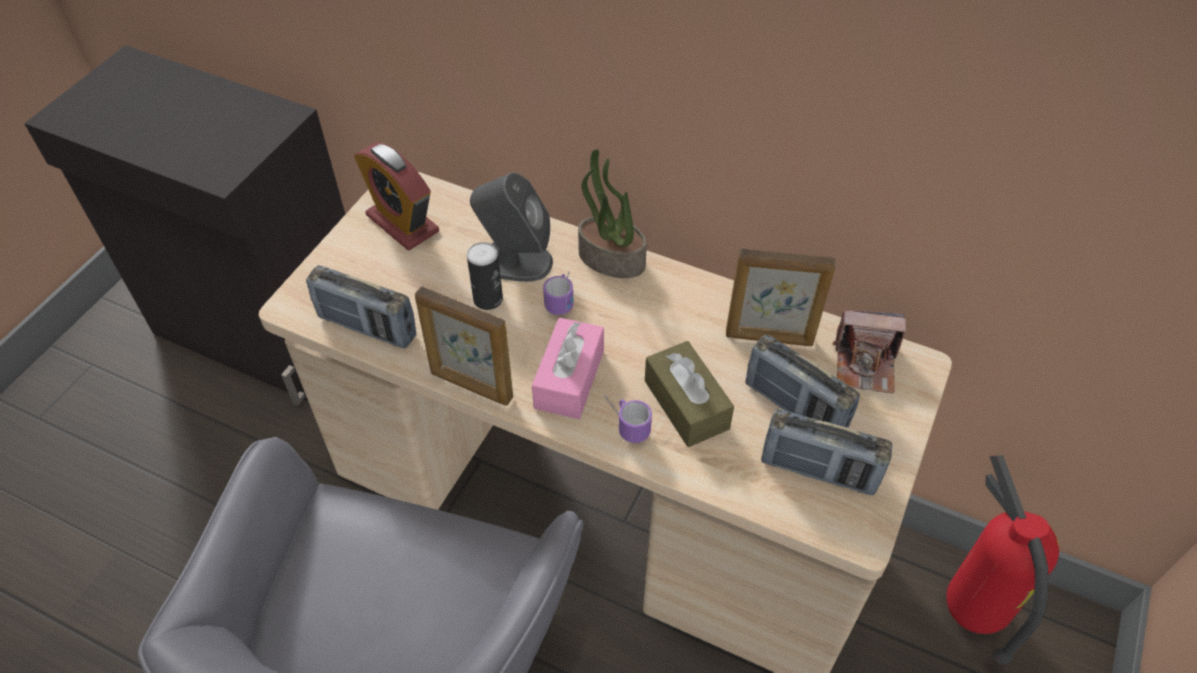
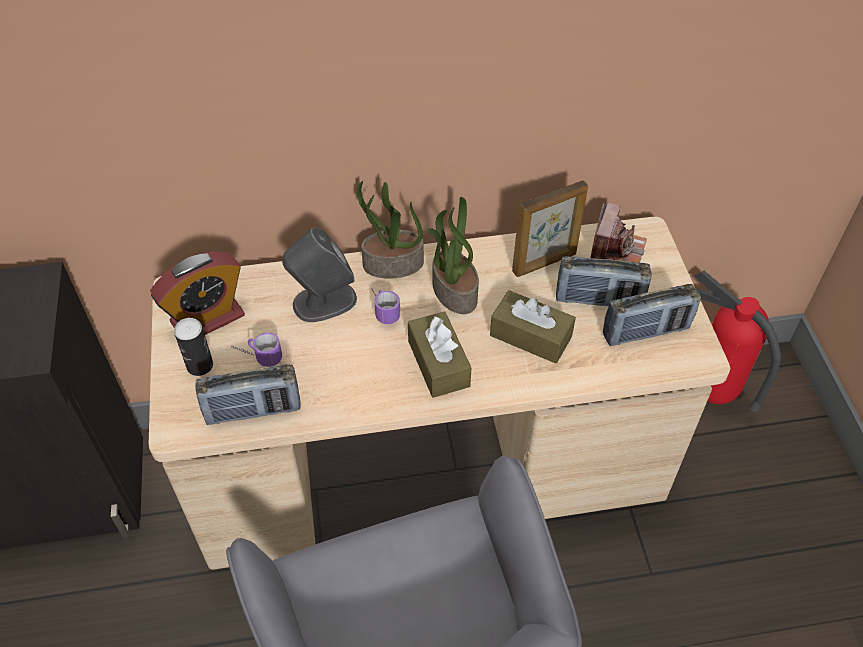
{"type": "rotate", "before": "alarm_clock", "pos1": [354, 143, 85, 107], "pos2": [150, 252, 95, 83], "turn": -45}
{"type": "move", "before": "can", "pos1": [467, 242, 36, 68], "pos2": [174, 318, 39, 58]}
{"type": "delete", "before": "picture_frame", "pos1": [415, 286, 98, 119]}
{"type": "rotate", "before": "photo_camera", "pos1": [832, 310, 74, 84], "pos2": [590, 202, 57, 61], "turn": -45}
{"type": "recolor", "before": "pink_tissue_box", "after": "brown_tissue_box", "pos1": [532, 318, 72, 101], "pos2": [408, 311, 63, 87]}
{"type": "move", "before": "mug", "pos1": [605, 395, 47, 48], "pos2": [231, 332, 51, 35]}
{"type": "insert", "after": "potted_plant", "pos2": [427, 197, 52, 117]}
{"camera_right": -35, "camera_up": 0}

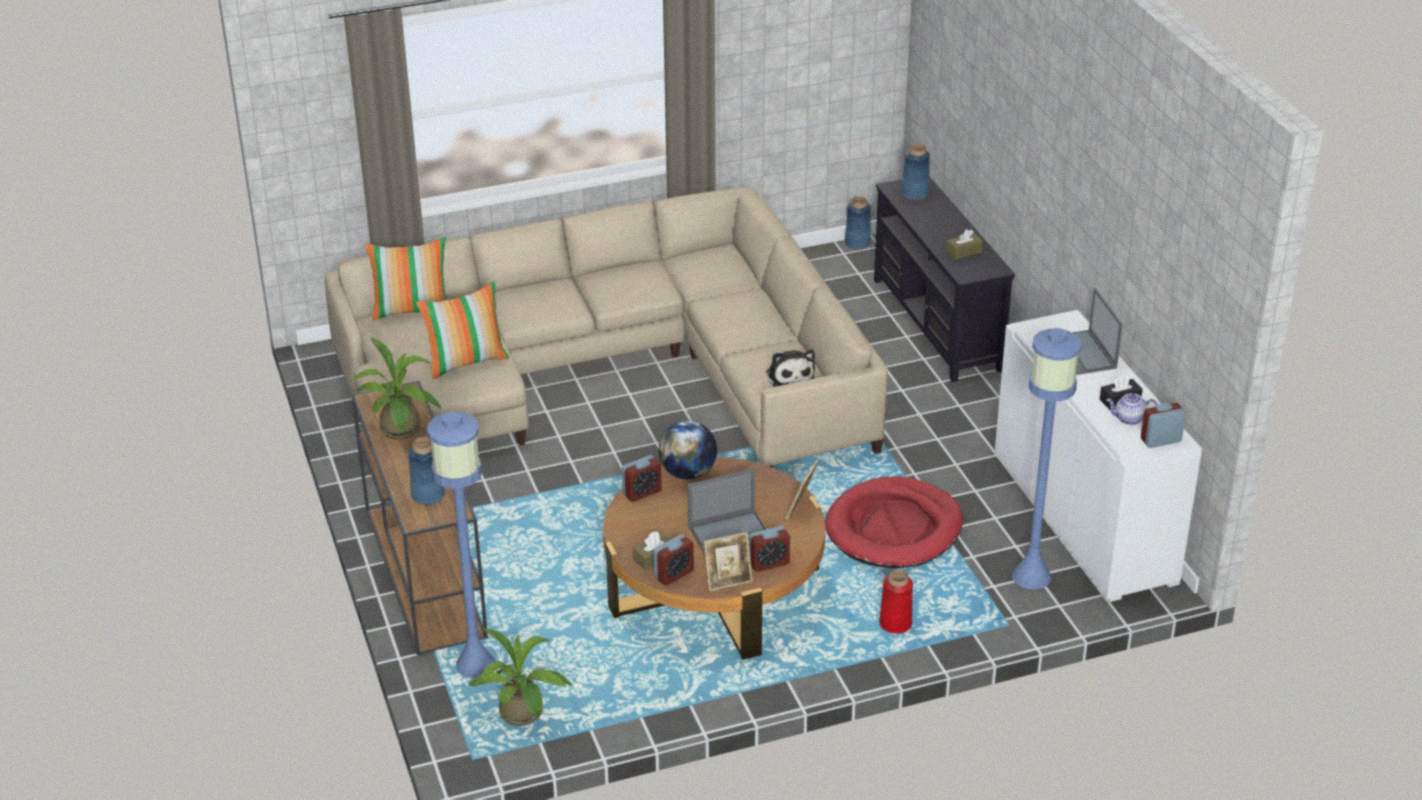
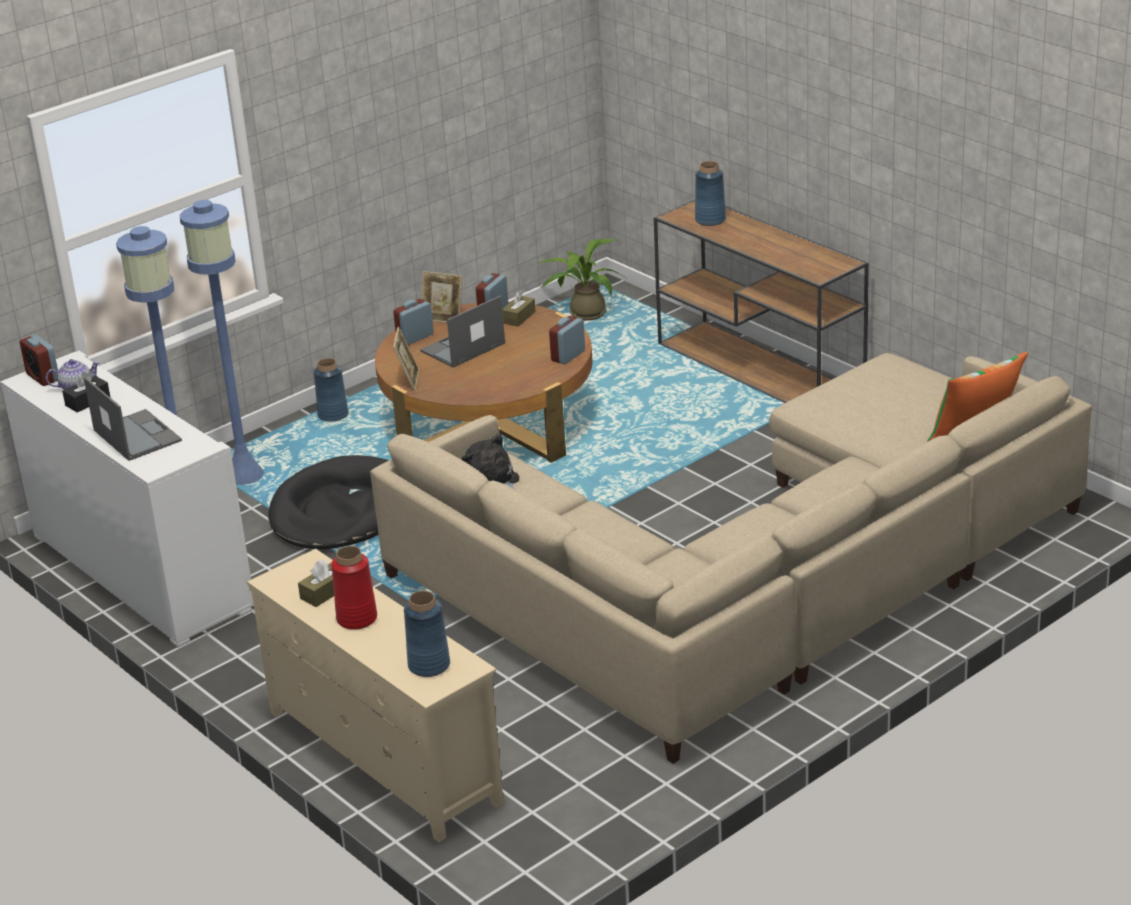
{"type": "recolor", "before": "black_tv_stand", "after": "beige_tv_stand", "pos1": [874, 176, 141, 206], "pos2": [247, 549, 256, 293]}
{"type": "move", "before": "blue_vase", "pos1": [845, 197, 26, 52], "pos2": [314, 358, 35, 64]}
{"type": "delete", "before": "pillow", "pos1": [416, 281, 93, 98]}
{"type": "delete", "before": "potted_plant", "pos1": [352, 337, 89, 102]}
{"type": "rotate", "before": "alarm_clock", "pos1": [1141, 403, 45, 45], "pos2": [20, 335, 38, 51], "turn": 90}
{"type": "move", "before": "blue_floor_lamp", "pos1": [427, 412, 68, 266], "pos2": [180, 200, 84, 285]}
{"type": "delete", "before": "globe", "pos1": [658, 421, 59, 58]}
{"type": "recolor", "before": "red_dog_bed", "after": "black_dog_bed", "pos1": [825, 476, 138, 92], "pos2": [268, 455, 121, 94]}
{"type": "rotate", "before": "picture_frame", "pos1": [704, 532, 48, 59], "pos2": [421, 271, 41, 52], "turn": -120}
{"type": "move", "before": "red_vase", "pos1": [879, 569, 34, 65], "pos2": [331, 546, 46, 84]}
{"camera_right": 160, "camera_up": -5}

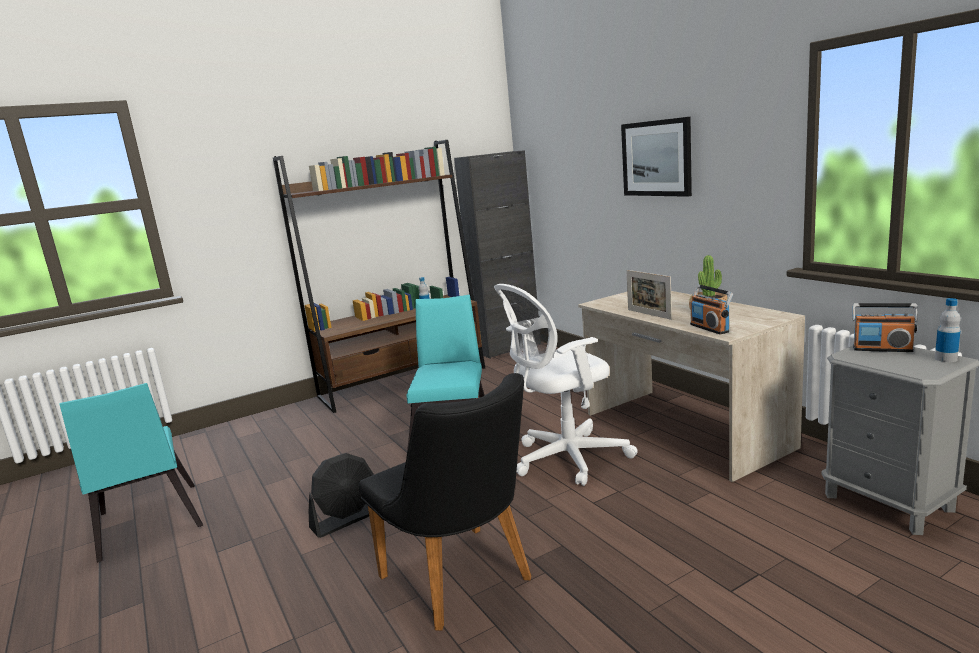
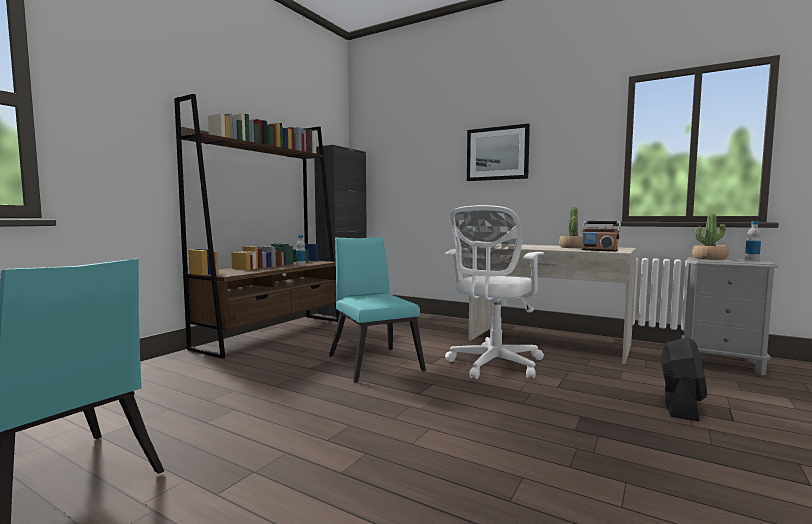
{"type": "delete", "before": "picture_frame", "pos1": [626, 270, 46, 50]}
{"type": "replace", "before": "radio", "after": "potted_plant", "pos1": [852, 303, 66, 49], "pos2": [692, 213, 37, 47]}
{"type": "delete", "before": "black_chair", "pos1": [359, 373, 172, 258]}
{"type": "move", "before": "black_fan", "pos1": [309, 453, 65, 85], "pos2": [660, 337, 47, 84]}
{"camera_right": -30, "camera_up": -10}

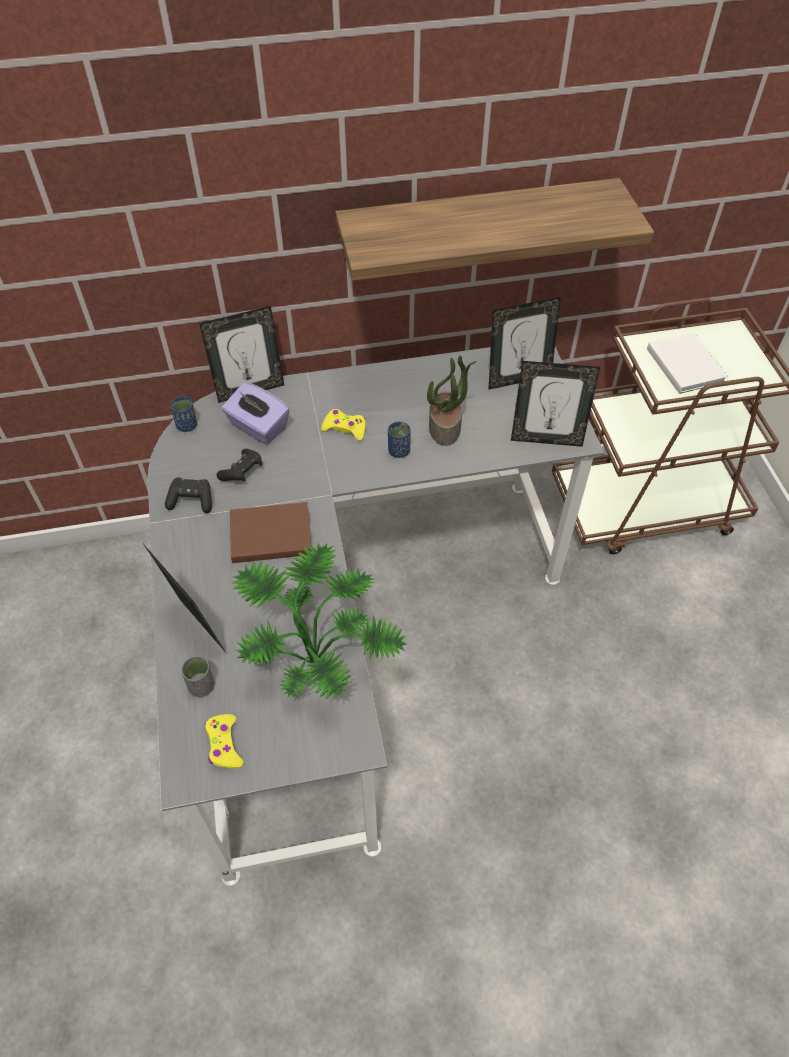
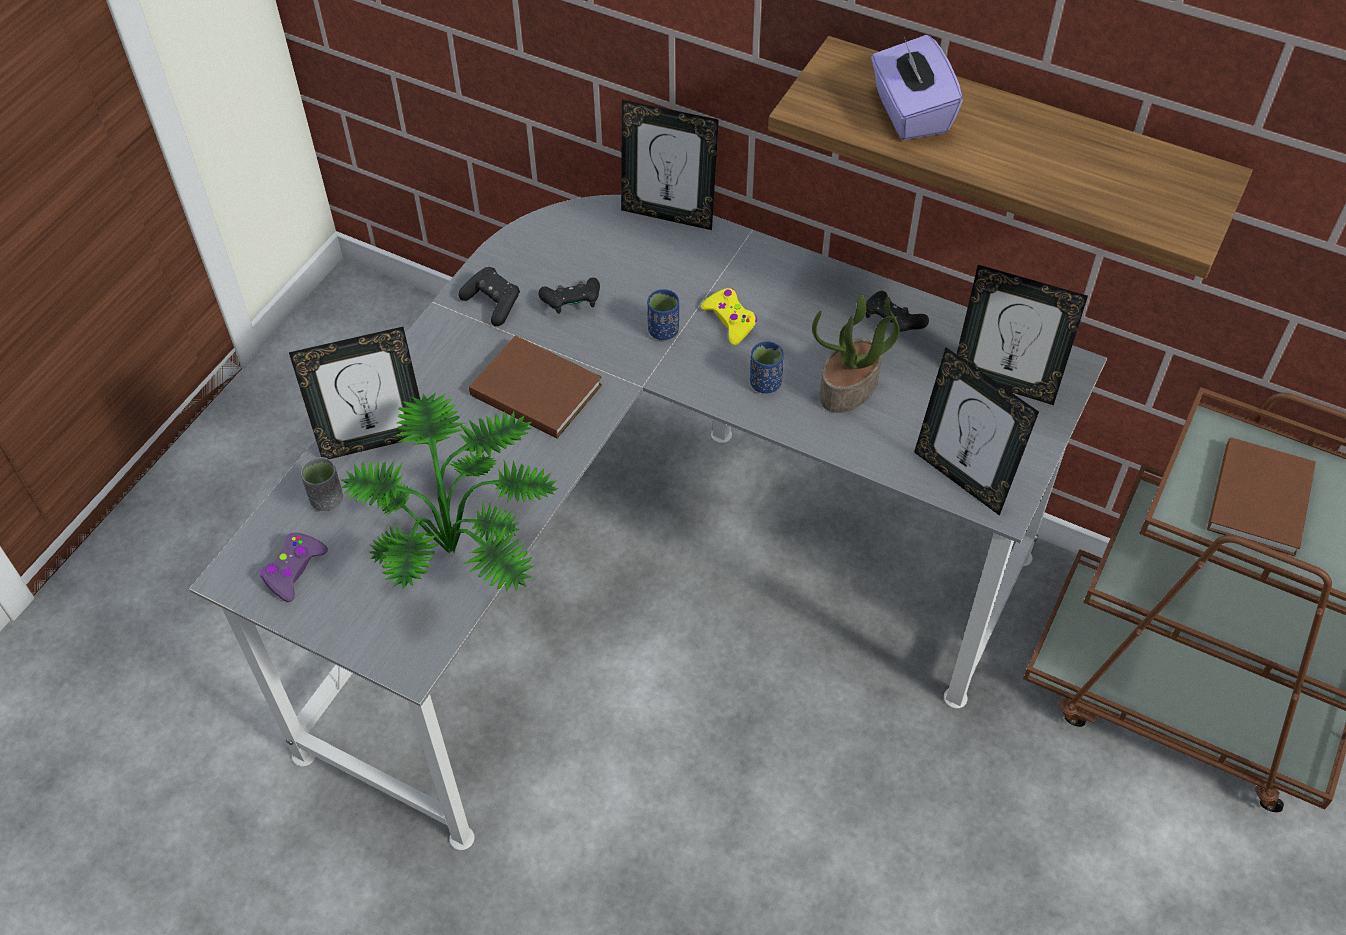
{"type": "recolor", "before": "white_book", "after": "brown_book", "pos1": [647, 333, 81, 61], "pos2": [1207, 437, 109, 119]}
{"type": "move", "before": "purple_tissue_box", "pos1": [222, 382, 68, 63], "pos2": [871, 35, 92, 105]}
{"type": "move", "before": "blue_cup", "pos1": [170, 396, 27, 36], "pos2": [647, 289, 32, 51]}
{"type": "rotate", "before": "picture_frame", "pos1": [144, 545, 83, 109], "pos2": [289, 327, 131, 132], "turn": 75}
{"type": "recolor", "before": "yellow_game_controller", "after": "purple_game_controller", "pos1": [205, 714, 38, 54], "pos2": [260, 533, 68, 69]}
{"type": "insert", "after": "black_game_controller", "pos2": [866, 291, 63, 40]}
{"camera_right": 40, "camera_up": 0}

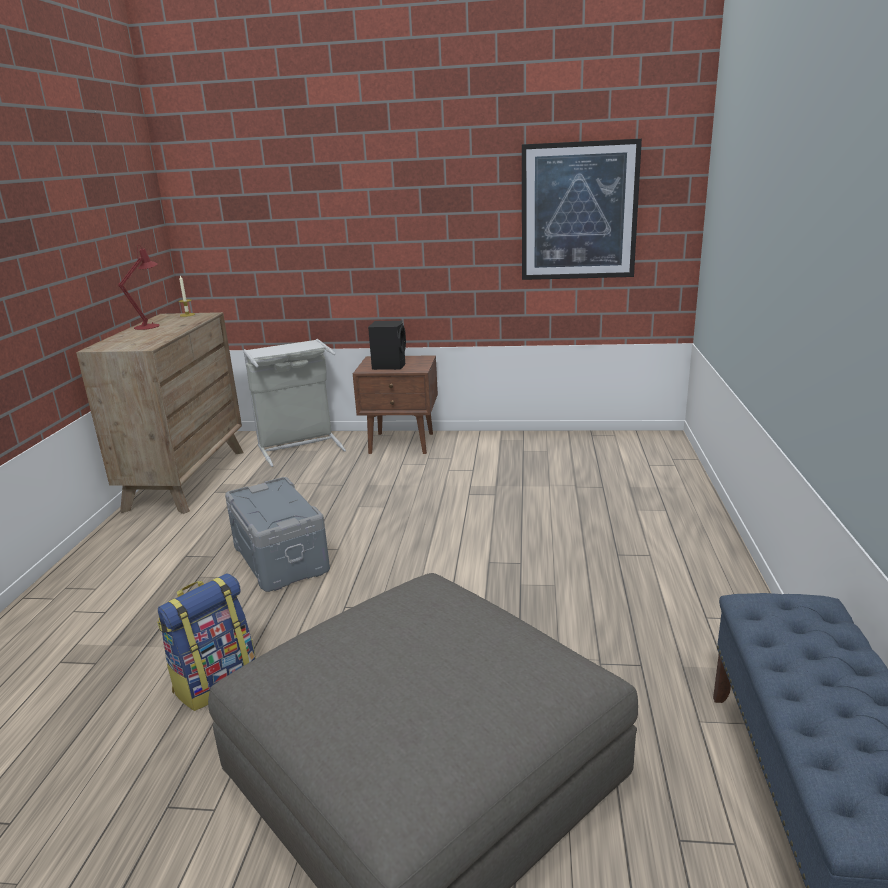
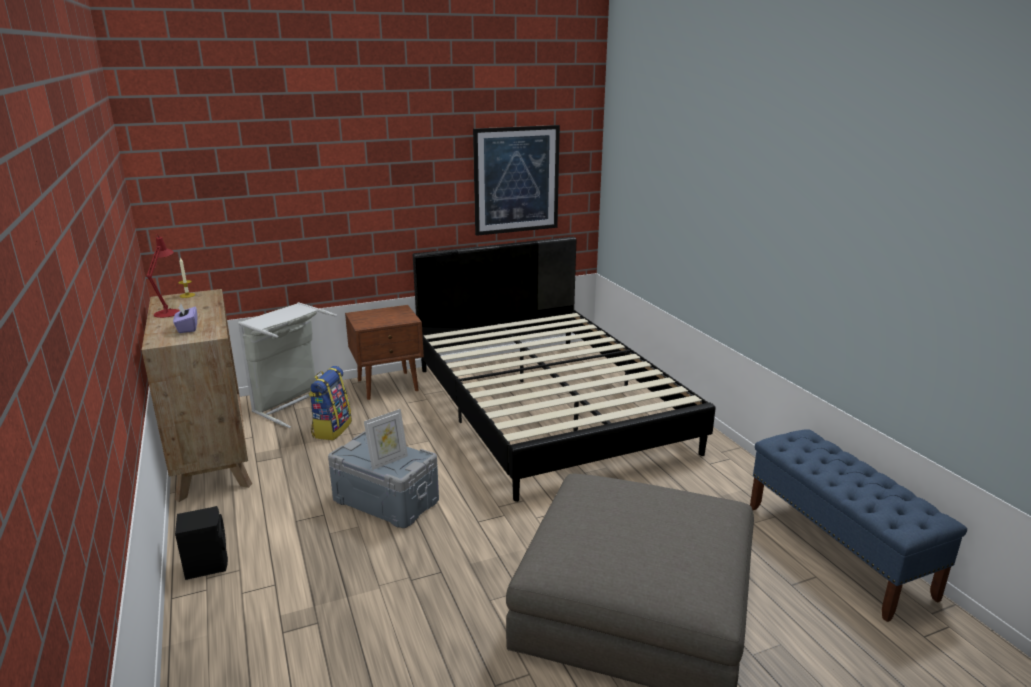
{"type": "move", "before": "black_speaker", "pos1": [368, 321, 38, 49], "pos2": [175, 506, 53, 74]}
{"type": "move", "before": "backpack", "pos1": [157, 573, 99, 138], "pos2": [309, 366, 43, 74]}
{"type": "insert", "after": "black_bed", "pos2": [413, 237, 303, 265]}
{"type": "insert", "after": "purple_tissue_box", "pos2": [173, 304, 24, 29]}
{"type": "insert", "after": "picture_frame", "pos2": [364, 409, 44, 61]}
{"camera_right": -30, "camera_up": 0}

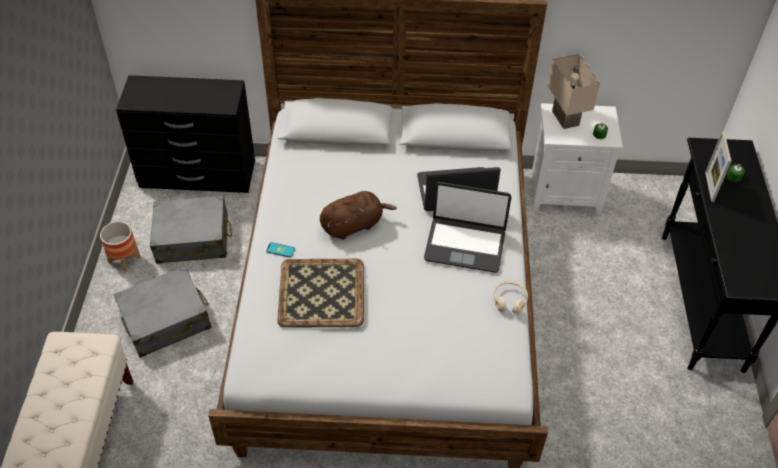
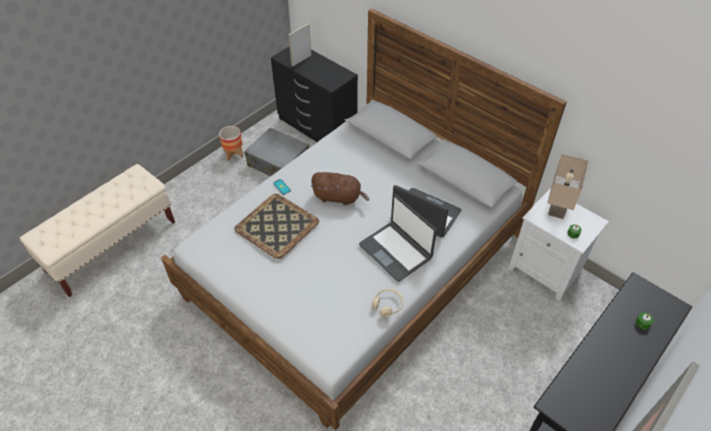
{"type": "move", "before": "picture_frame", "pos1": [705, 131, 26, 71], "pos2": [289, 23, 23, 44]}
{"type": "delete", "before": "grey_suitcase", "pos1": [114, 266, 98, 92]}
{"camera_right": 40, "camera_up": 0}

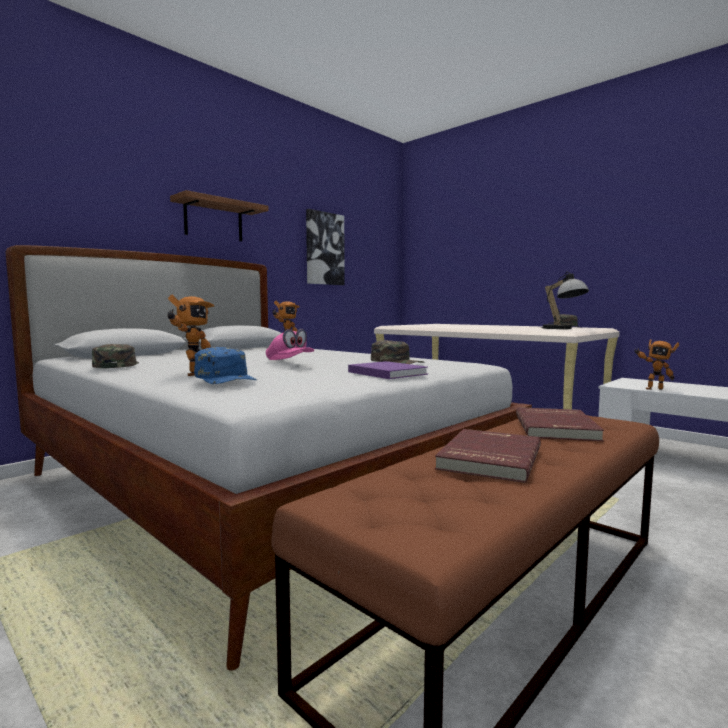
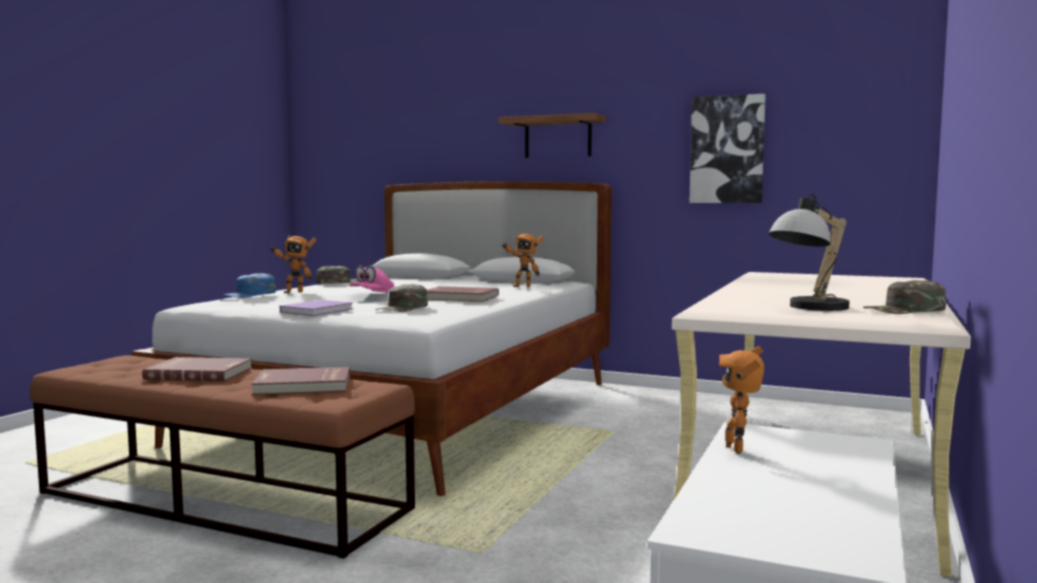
{"type": "insert", "after": "red_book", "pos2": [427, 286, 72, 16]}
{"camera_right": 70, "camera_up": 0}

